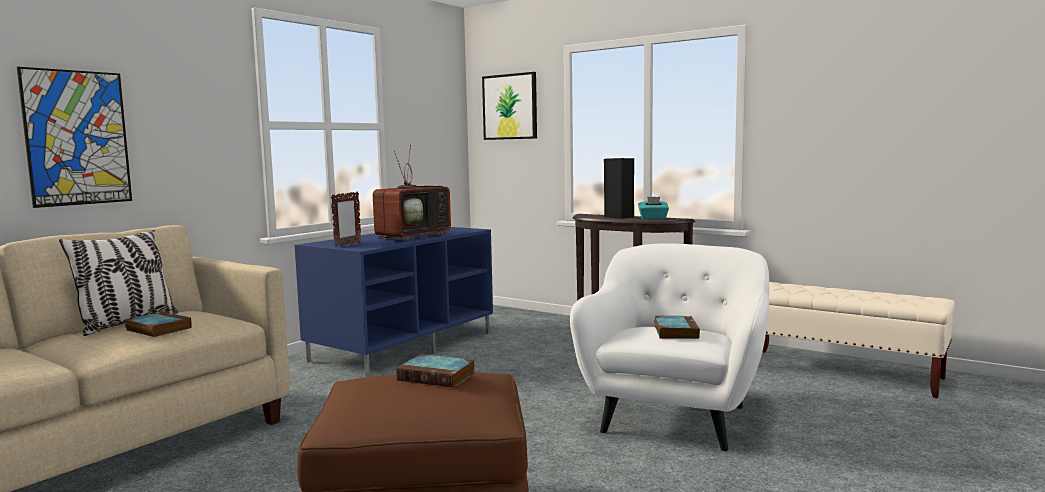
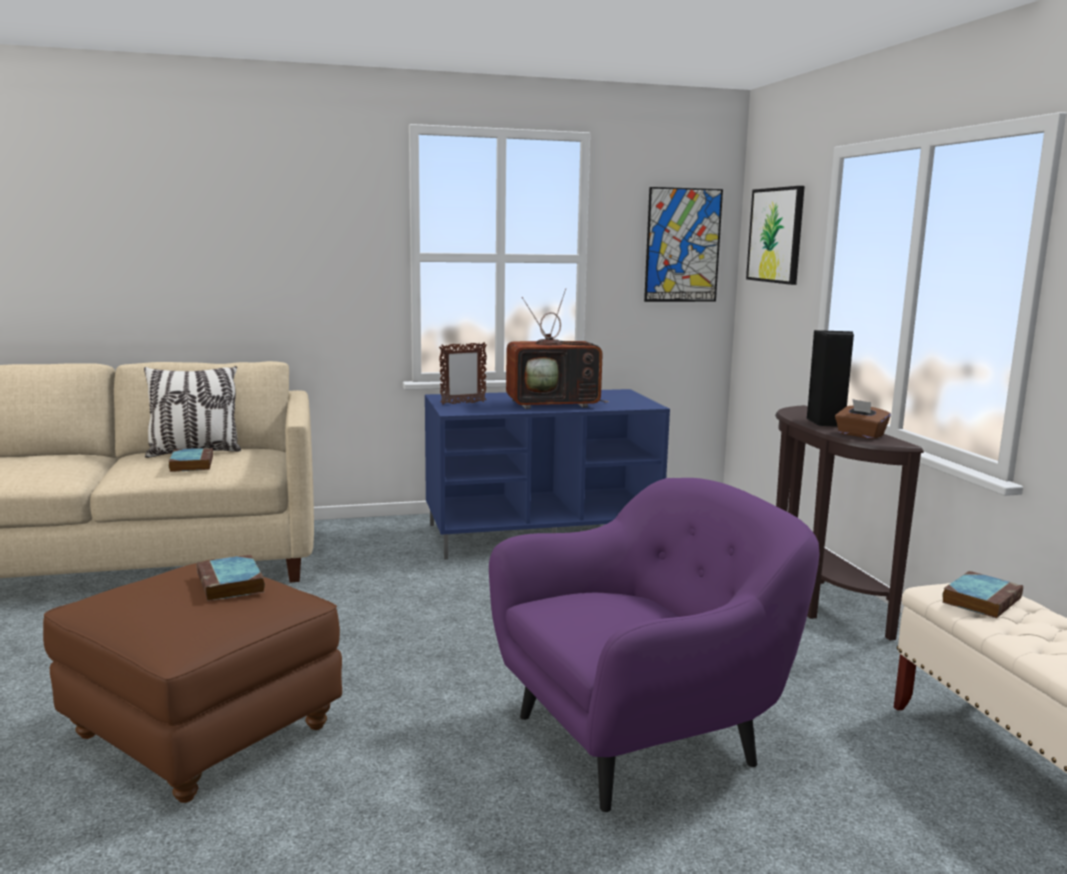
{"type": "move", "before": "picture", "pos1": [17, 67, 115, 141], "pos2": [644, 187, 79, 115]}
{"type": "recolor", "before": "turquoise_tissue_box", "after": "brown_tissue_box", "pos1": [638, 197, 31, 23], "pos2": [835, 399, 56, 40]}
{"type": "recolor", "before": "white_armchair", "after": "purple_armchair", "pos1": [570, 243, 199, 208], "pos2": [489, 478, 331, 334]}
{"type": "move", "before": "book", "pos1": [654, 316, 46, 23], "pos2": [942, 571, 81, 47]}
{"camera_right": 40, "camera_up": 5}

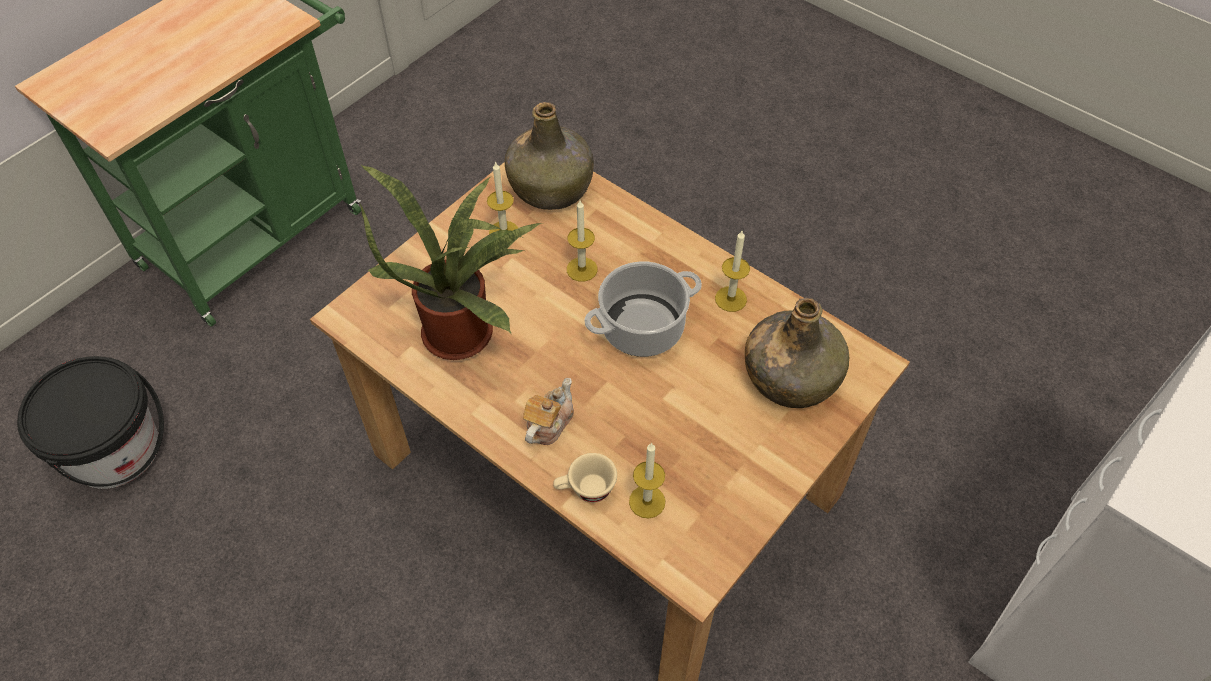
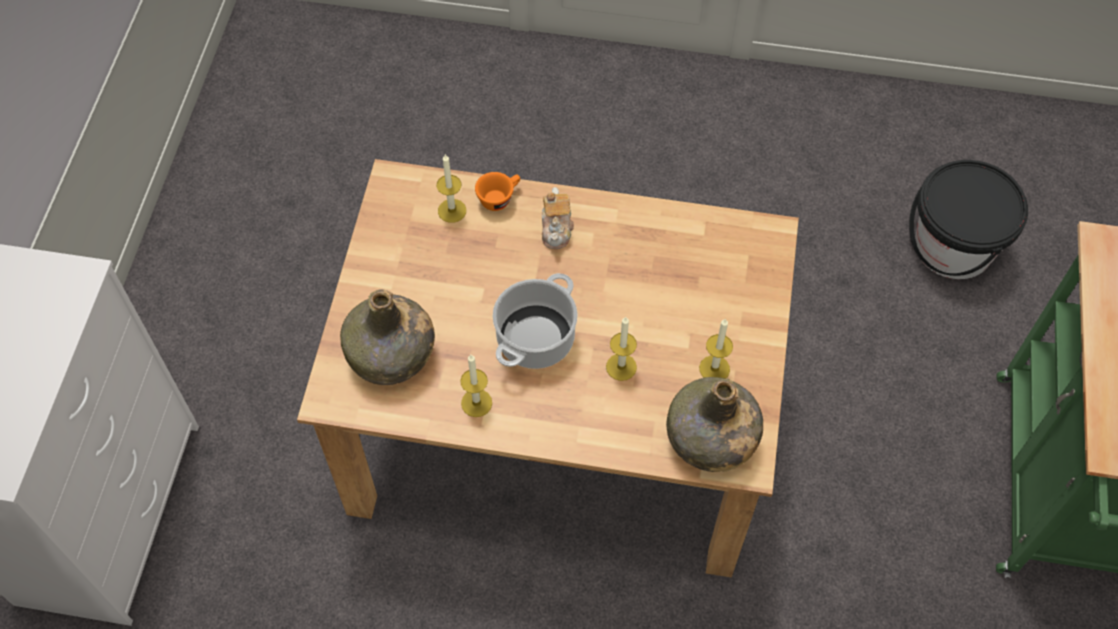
{"type": "delete", "before": "potted_plant", "pos1": [358, 165, 186, 195]}
{"type": "recolor", "before": "beige_cup", "after": "orange_cup", "pos1": [553, 453, 64, 50], "pos2": [475, 172, 45, 39]}
{"camera_right": 150, "camera_up": 5}

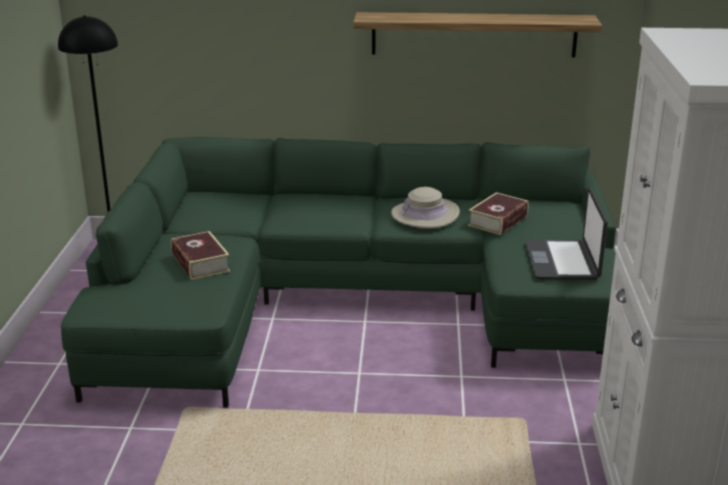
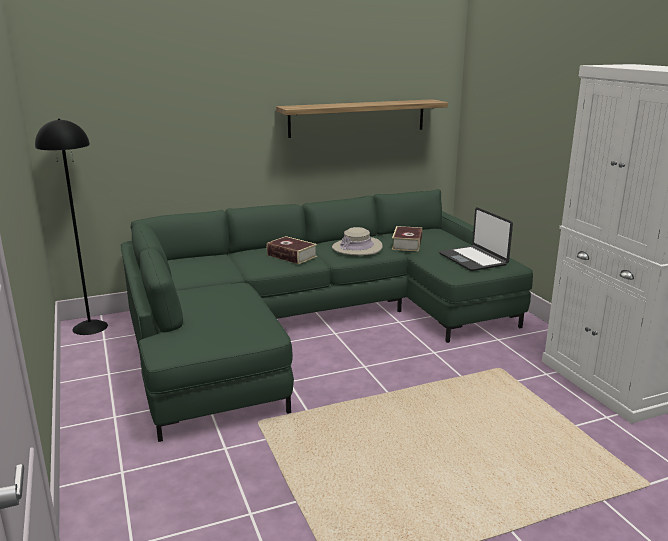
{"type": "move", "before": "book", "pos1": [171, 231, 59, 49], "pos2": [267, 236, 50, 28]}
{"camera_right": -25, "camera_up": -5}

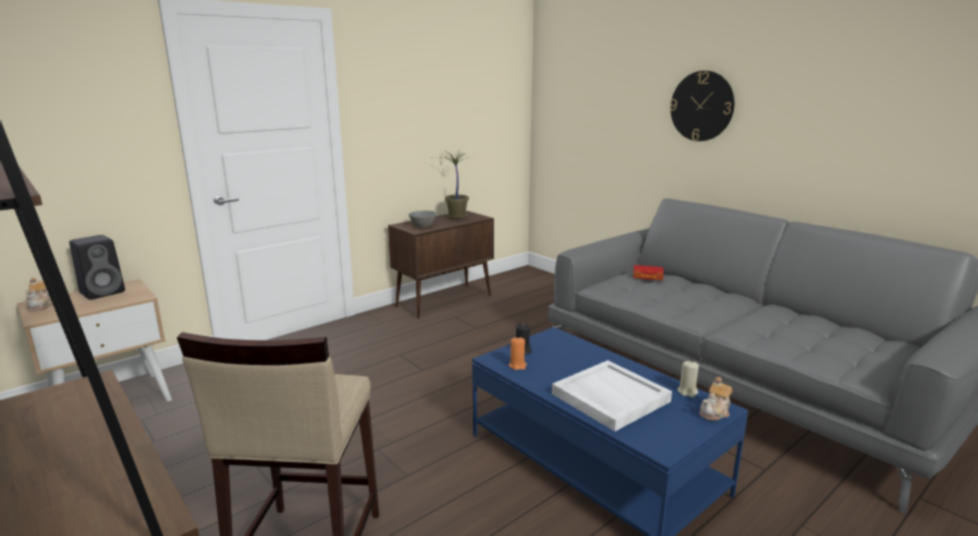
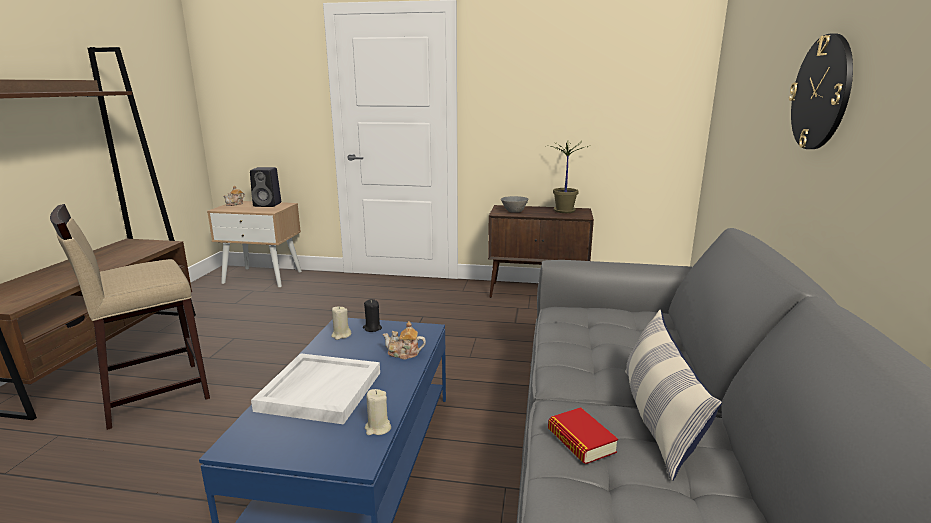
{"type": "move", "before": "book", "pos1": [633, 265, 31, 15], "pos2": [548, 407, 70, 57]}
{"type": "recolor", "before": "orange_candle", "after": "beige_candle", "pos1": [509, 337, 18, 33], "pos2": [331, 307, 20, 33]}
{"type": "move", "before": "teapot", "pos1": [700, 377, 33, 44], "pos2": [383, 321, 43, 38]}
{"type": "insert", "after": "pillow", "pos2": [625, 310, 97, 171]}
{"camera_right": 50, "camera_up": 0}

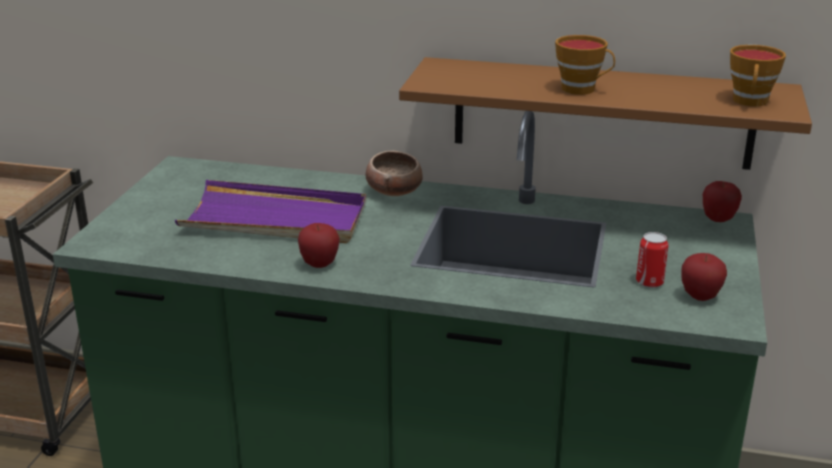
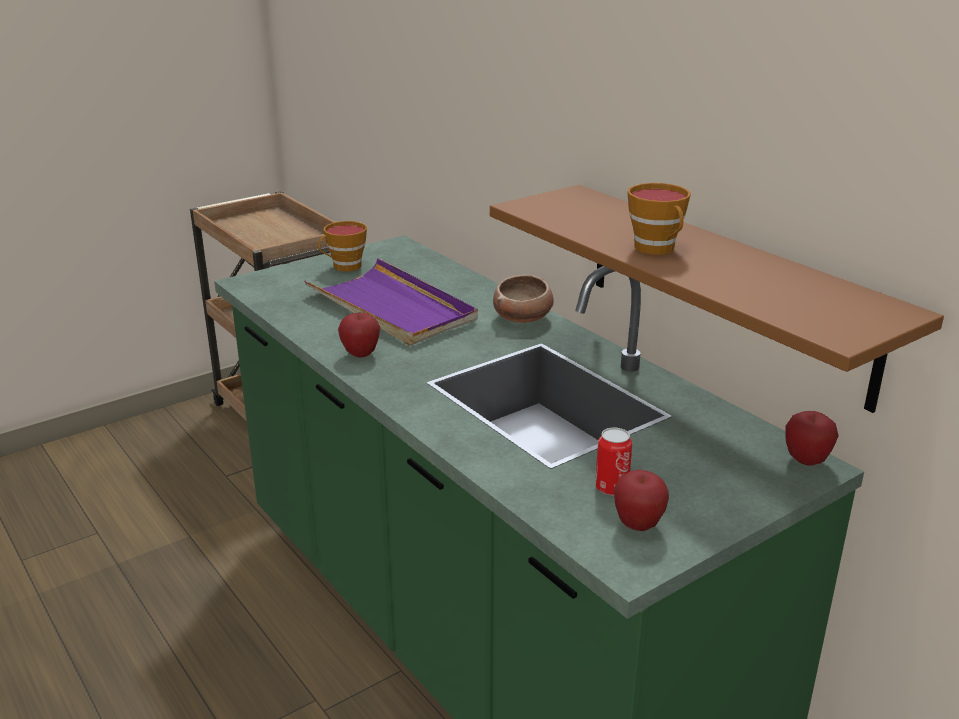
{"type": "move", "before": "cup", "pos1": [730, 45, 56, 61], "pos2": [318, 221, 49, 51]}
{"camera_right": 40, "camera_up": 0}

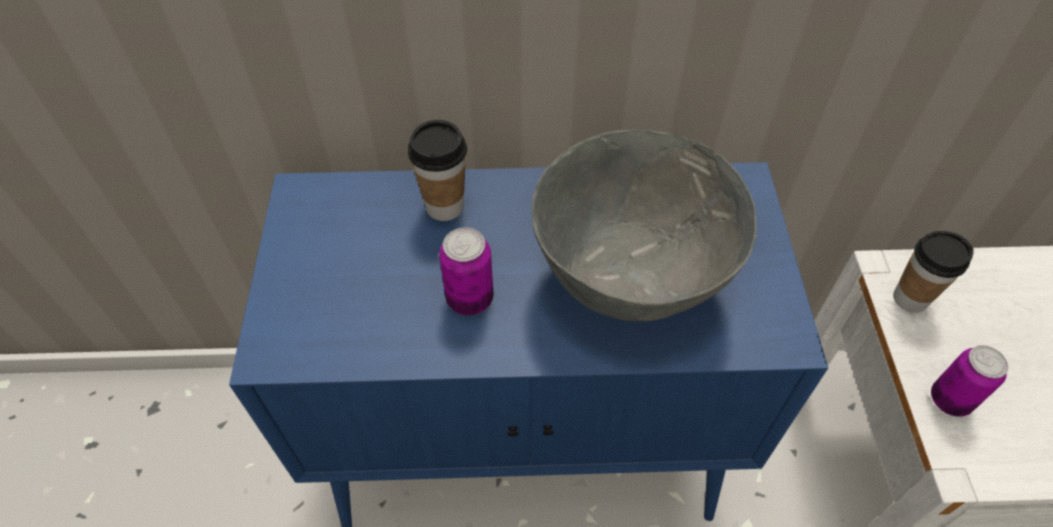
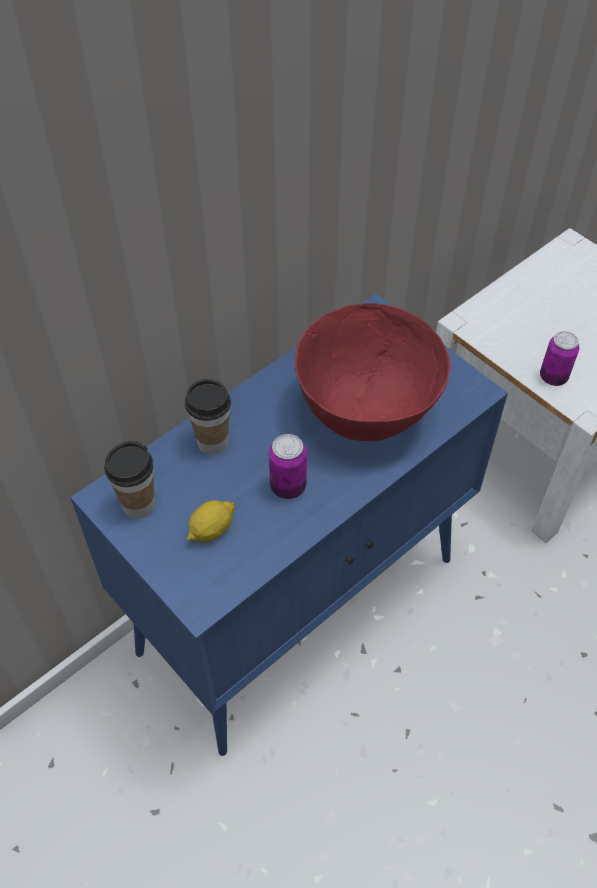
{"type": "recolor", "before": "grey_bowl", "after": "red_bowl", "pos1": [531, 130, 226, 191], "pos2": [294, 303, 156, 138]}
{"type": "move", "before": "cup", "pos1": [893, 231, 81, 82], "pos2": [104, 441, 51, 78]}
{"type": "insert", "after": "lemon", "pos2": [187, 500, 47, 43]}
{"camera_right": -40, "camera_up": 0}

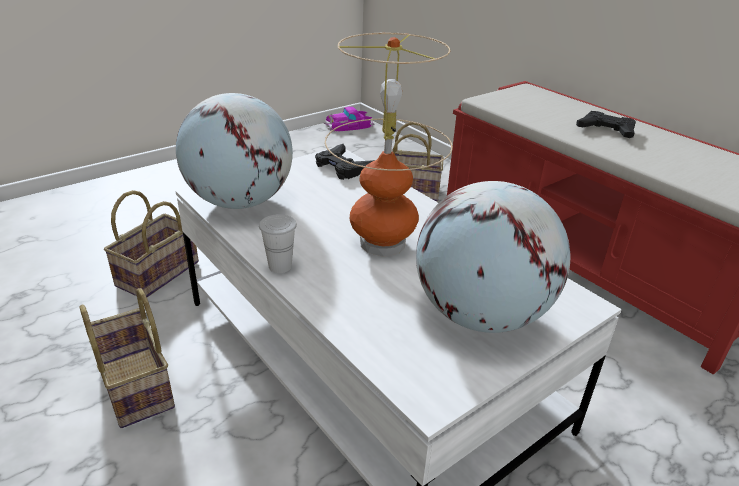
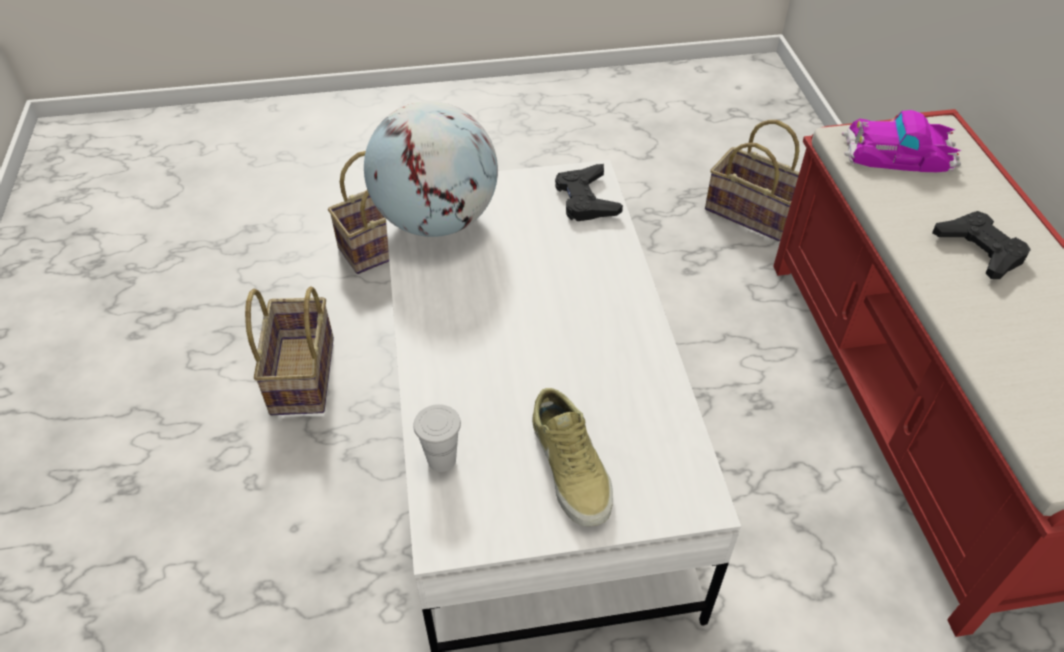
{"type": "delete", "before": "table_lamp", "pos1": [325, 32, 128, 225]}
{"type": "move", "before": "toy_car", "pos1": [324, 107, 50, 25], "pos2": [842, 110, 119, 62]}
{"type": "replace", "before": "globe", "after": "beige_shoe", "pos1": [416, 181, 154, 152], "pos2": [532, 388, 81, 138]}
{"type": "move", "before": "white_cup", "pos1": [259, 214, 38, 59], "pos2": [413, 404, 48, 68]}
{"camera_right": 30, "camera_up": 15}

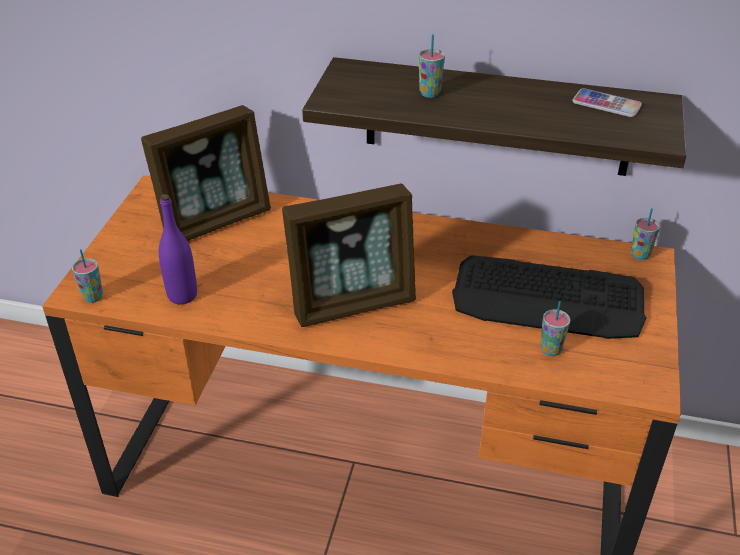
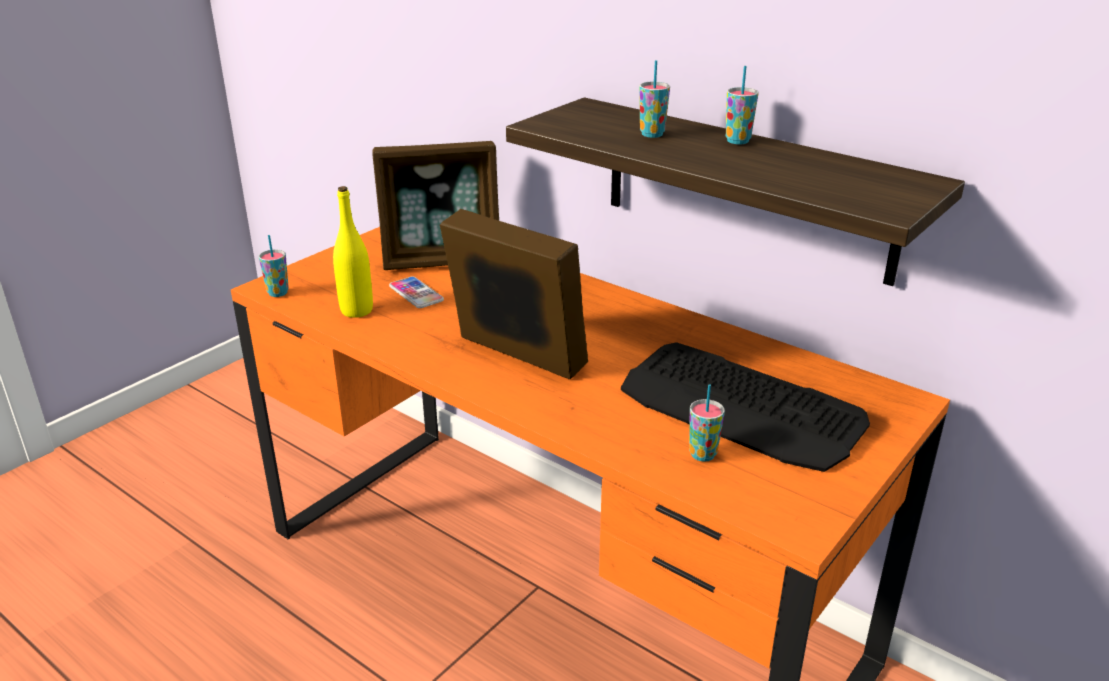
{"type": "move", "before": "phone", "pos1": [572, 88, 70, 29], "pos2": [389, 276, 55, 32]}
{"type": "rotate", "before": "picture_frame", "pos1": [282, 184, 134, 143], "pos2": [440, 209, 148, 170], "turn": -150}
{"type": "recolor", "before": "purple_bottle", "after": "yellow_bottle", "pos1": [159, 194, 38, 110], "pos2": [333, 186, 40, 132]}
{"type": "move", "before": "cup", "pos1": [631, 208, 29, 52], "pos2": [726, 66, 32, 79]}
{"camera_right": 25, "camera_up": -10}

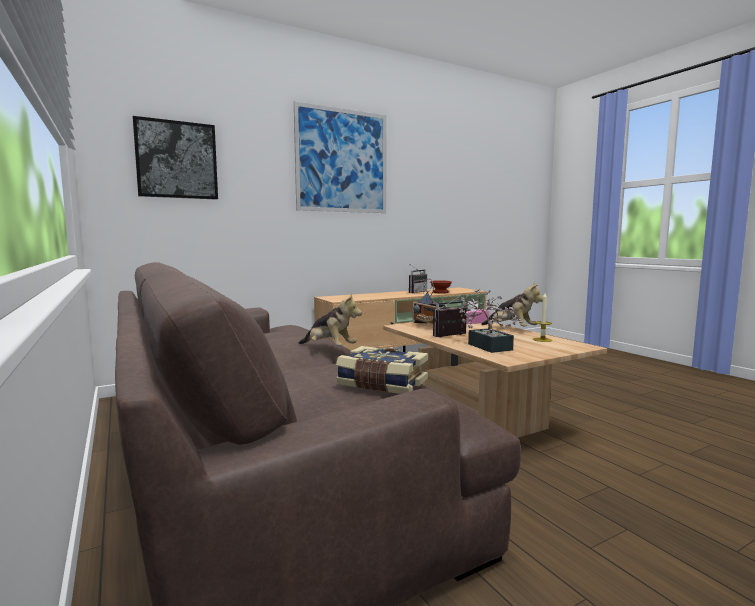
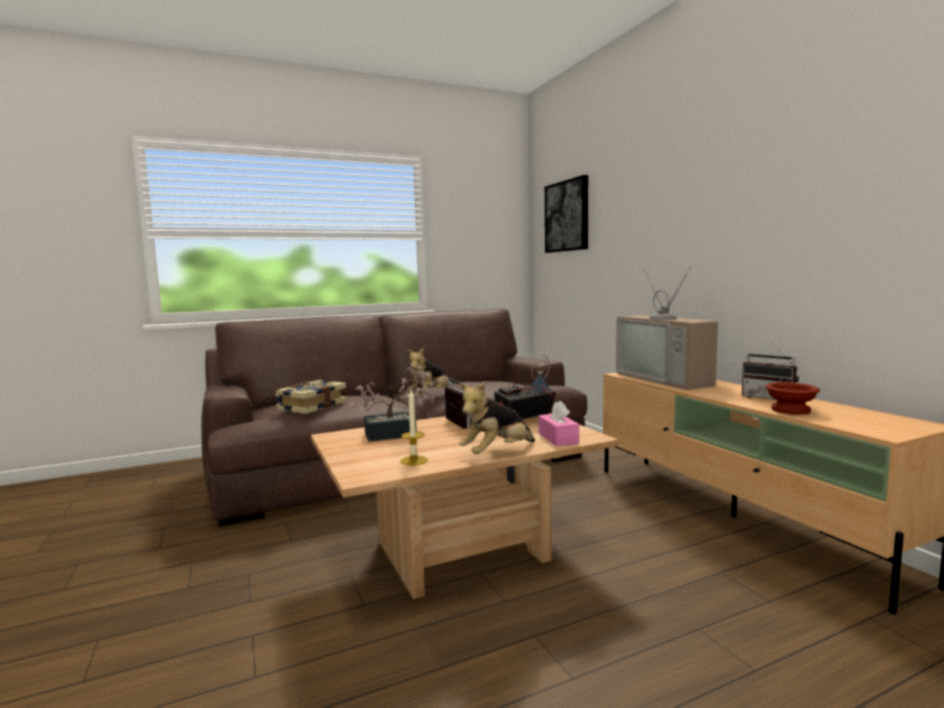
{"type": "delete", "before": "picture", "pos1": [294, 101, 93, 112]}
{"type": "insert", "after": "television", "pos2": [616, 265, 102, 125]}
{"camera_right": 95, "camera_up": 0}

